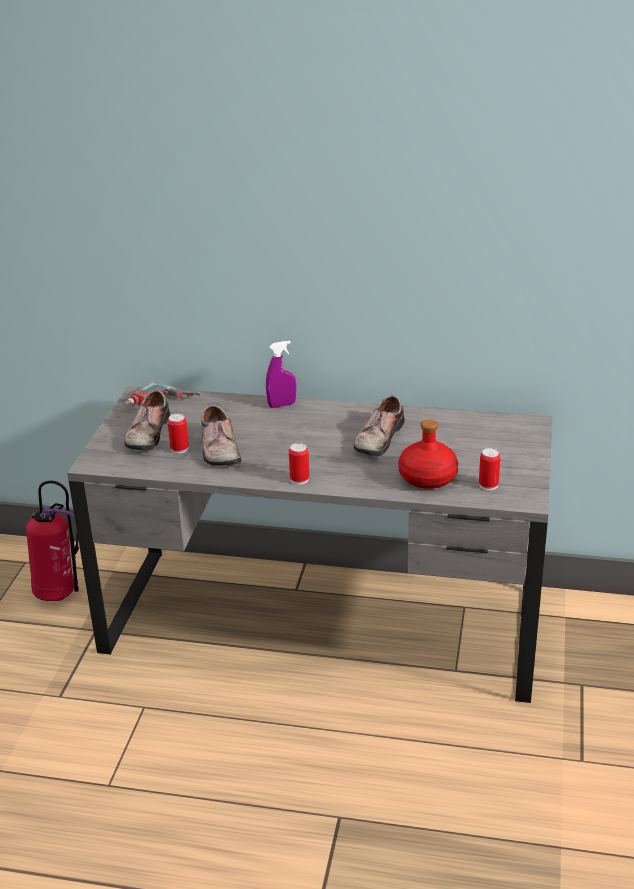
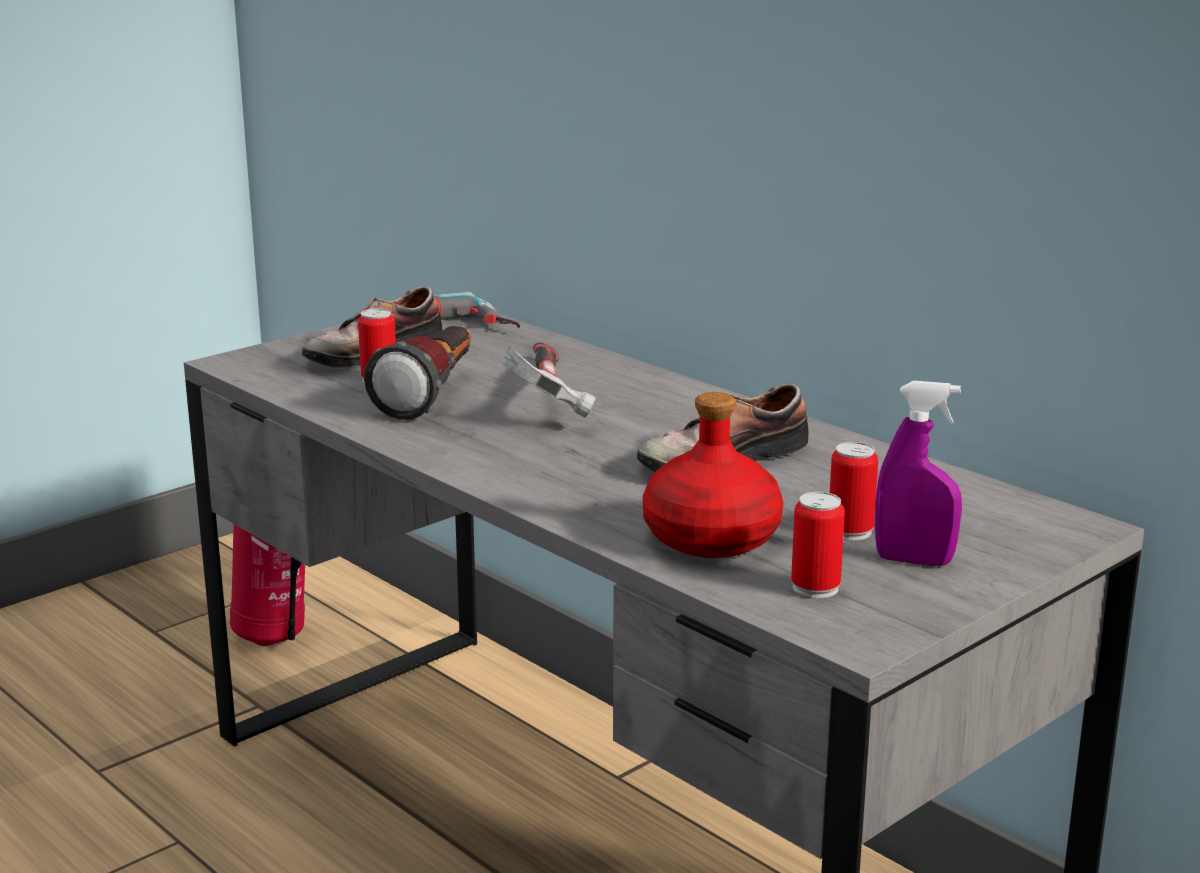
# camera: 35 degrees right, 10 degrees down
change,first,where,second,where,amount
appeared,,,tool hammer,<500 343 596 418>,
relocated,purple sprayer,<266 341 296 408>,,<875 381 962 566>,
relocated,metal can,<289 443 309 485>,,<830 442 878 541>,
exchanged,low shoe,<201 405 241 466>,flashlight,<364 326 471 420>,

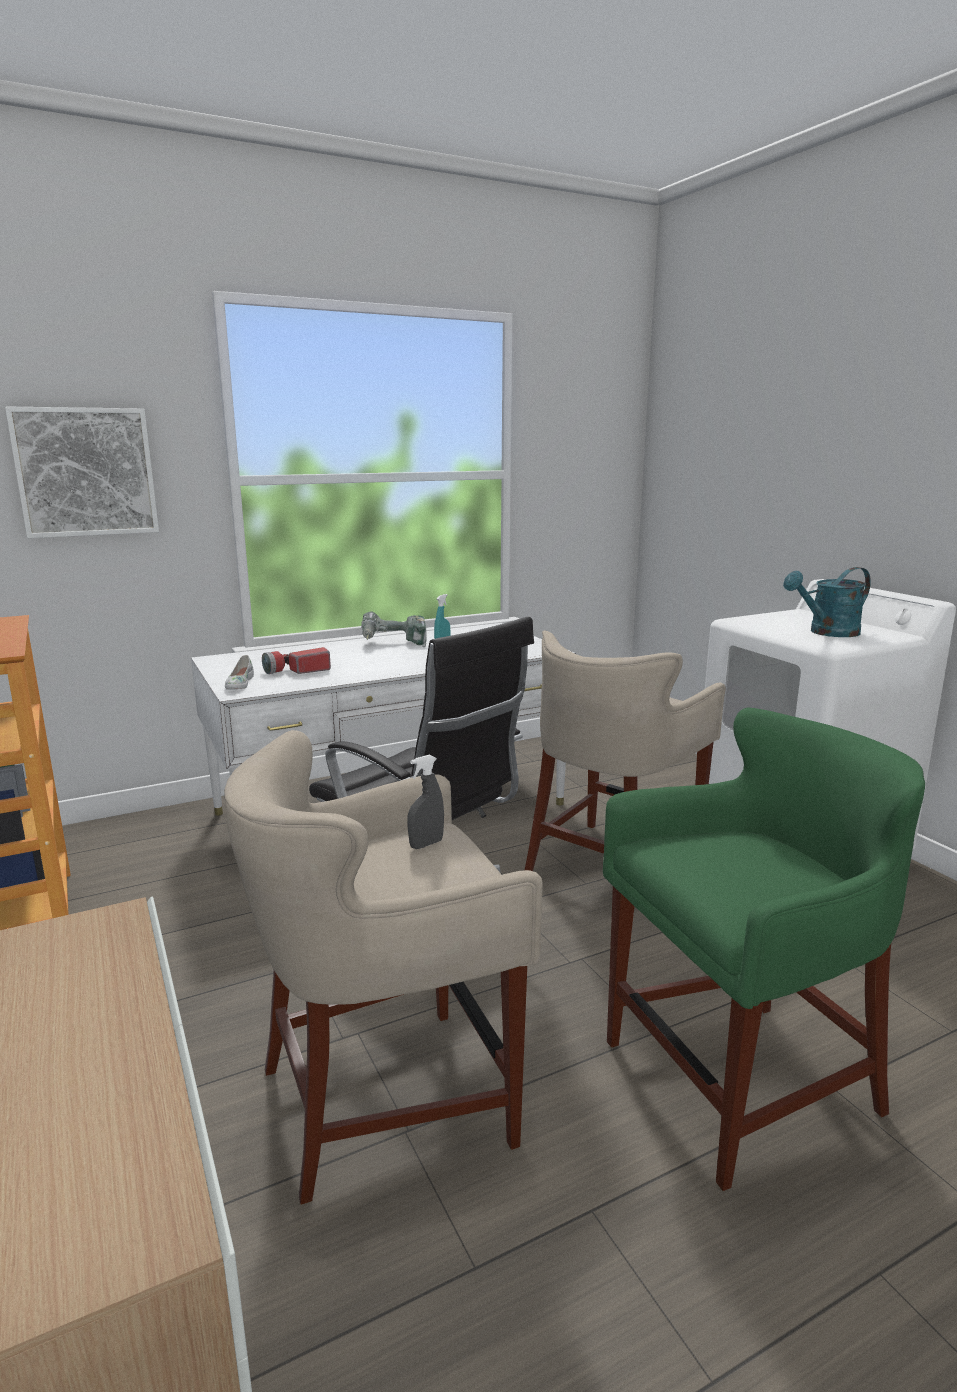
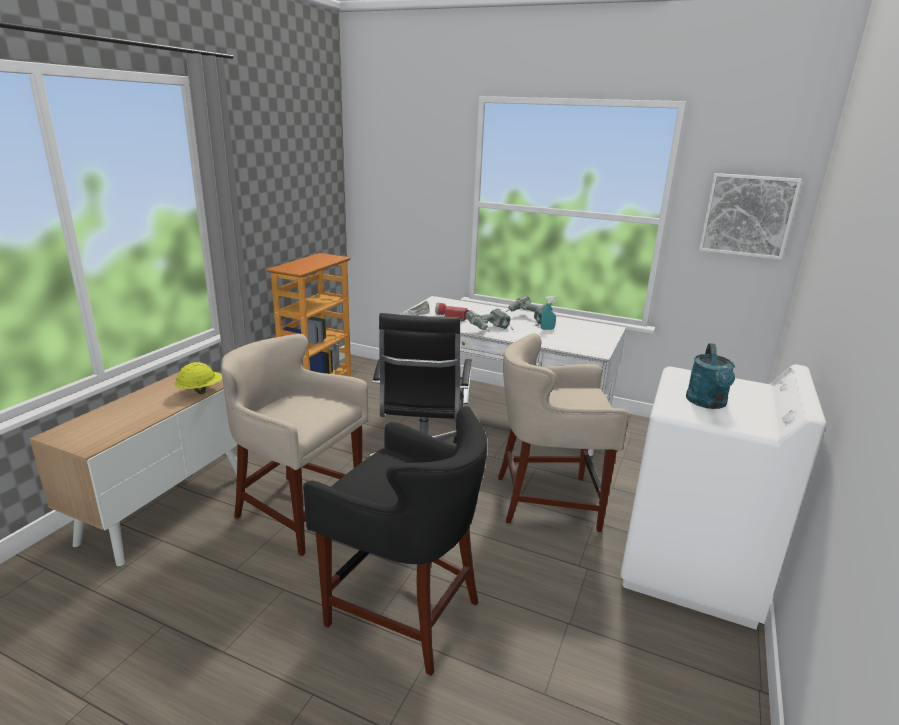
# camera: 50 degrees right, 5 degrees up
change,first,where,second,where,amount
missing,gray sprayer,<408 754 444 849>,,,
appeared,,,yellow hard hat,<175 362 222 394>,
appeared,,,drill,<465 309 514 332>,
relocated,wall picture,<5 406 159 538>,,<699 173 802 260>,
colour,greenish stool,<603 707 925 1191>,blackish stool,<303 406 487 676>,
spun,turquoise-coloured watering pot,<783 567 871 637>,,<686 343 735 409>,105 degrees counterclockwise

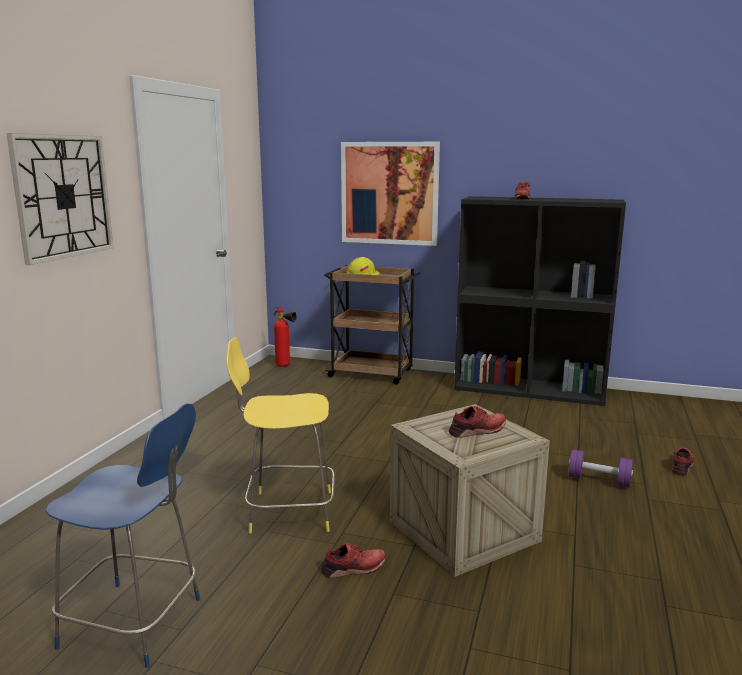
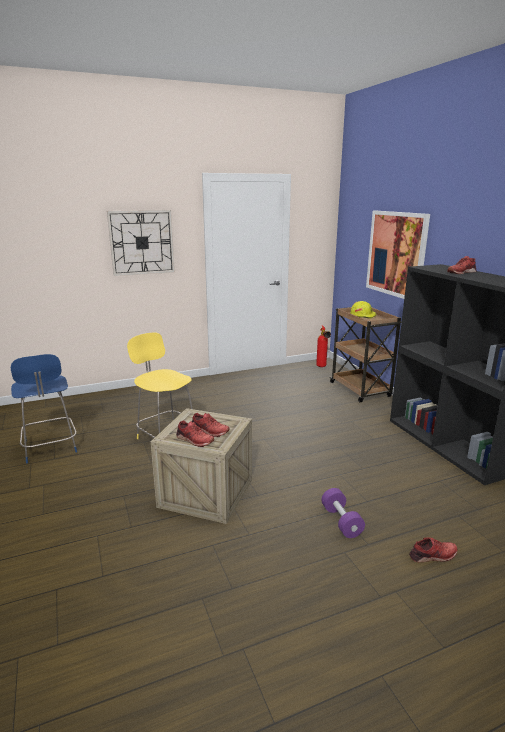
# camera: 50 degrees right, 5 degrees up
change,first,where,second,where,amount
relocated,reddish low shoe,<321 543 386 578>,,<176 420 214 447>,

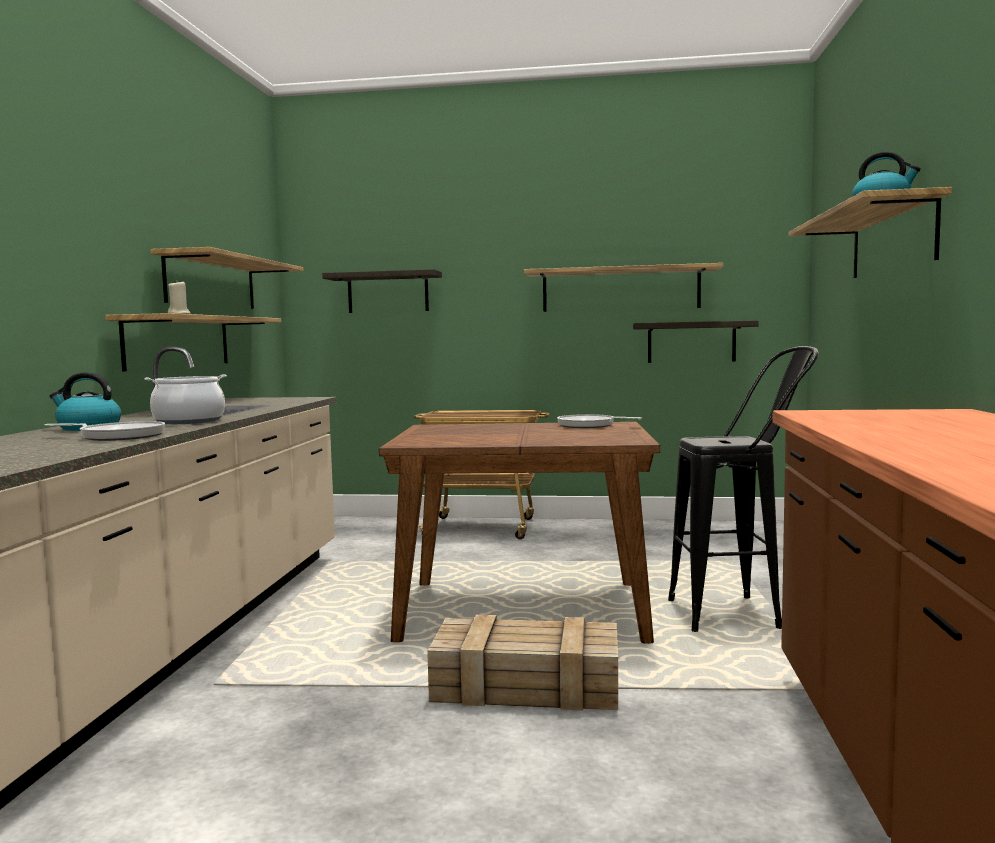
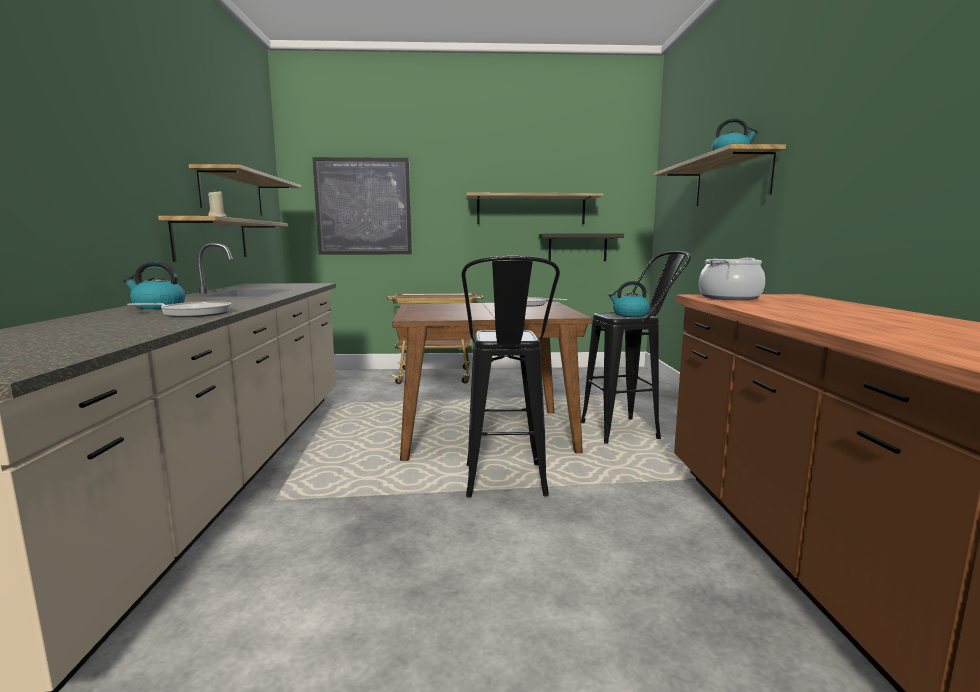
# camera: 10 degrees left, 5 degrees up
change,first,where,second,where,amount
appeared,,,kettle,<609 281 650 317>,
relocated,stockpot,<145 374 227 424>,,<699 258 765 300>,
exchanged,wall shelf,<322 269 442 313>,wall picture,<313 157 412 254>,
exchanged,crate,<427 615 618 711>,blackish stool,<462 256 560 498>,

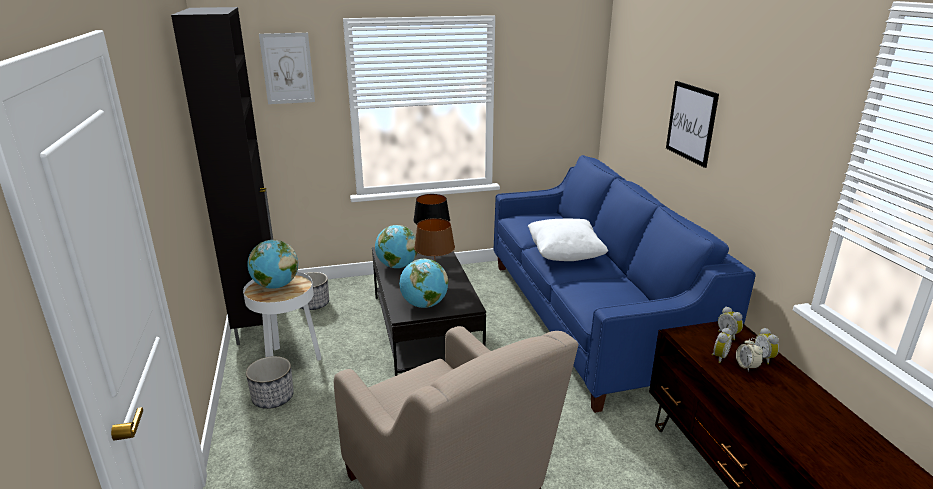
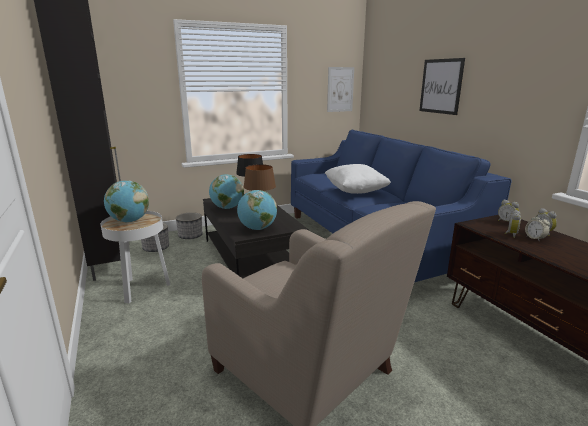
# camera: 10 degrees left, 5 degrees down
change,first,where,second,where,amount
relocated,plant pot,<246 356 294 409>,,<176 212 203 239>,
relocated,wall picture,<259 33 315 104>,,<327 67 354 112>,

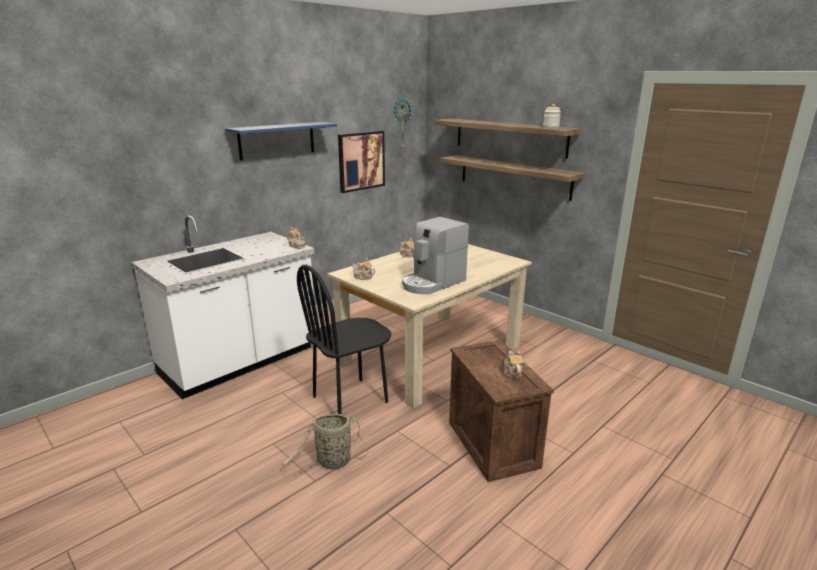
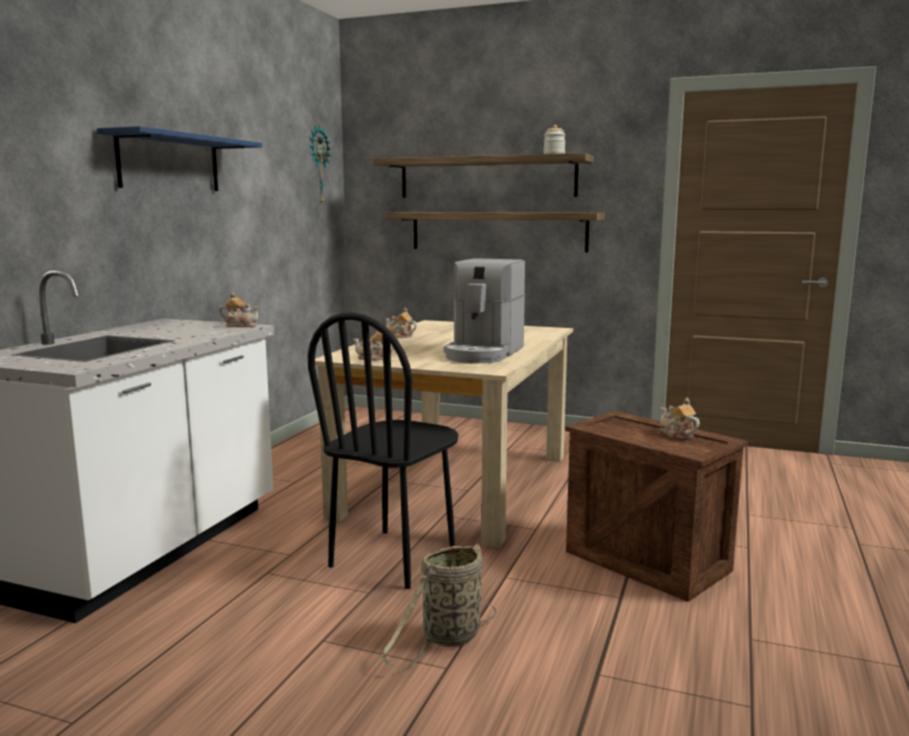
# camera: 25 degrees left, 10 degrees down
change,first,where,second,where,amount
missing,wall picture,<338 131 385 193>,,,

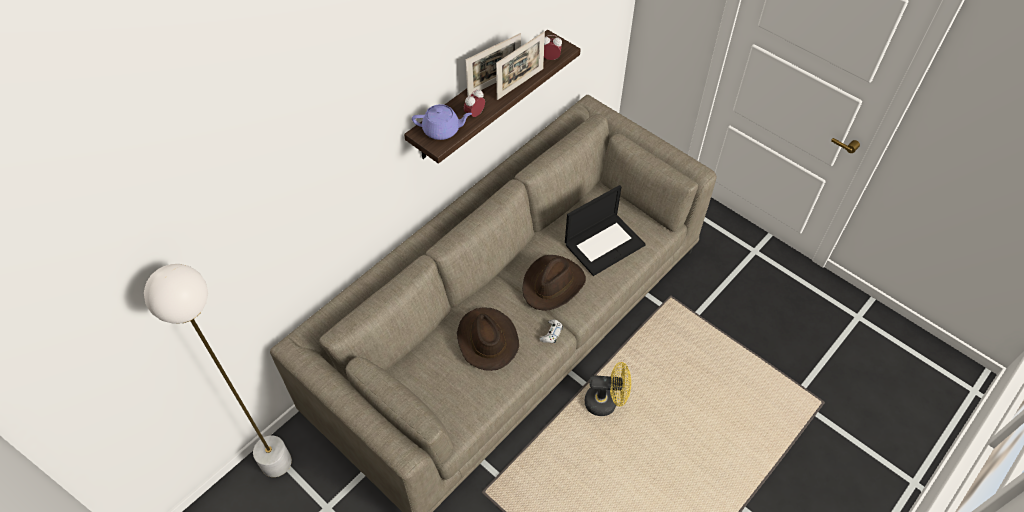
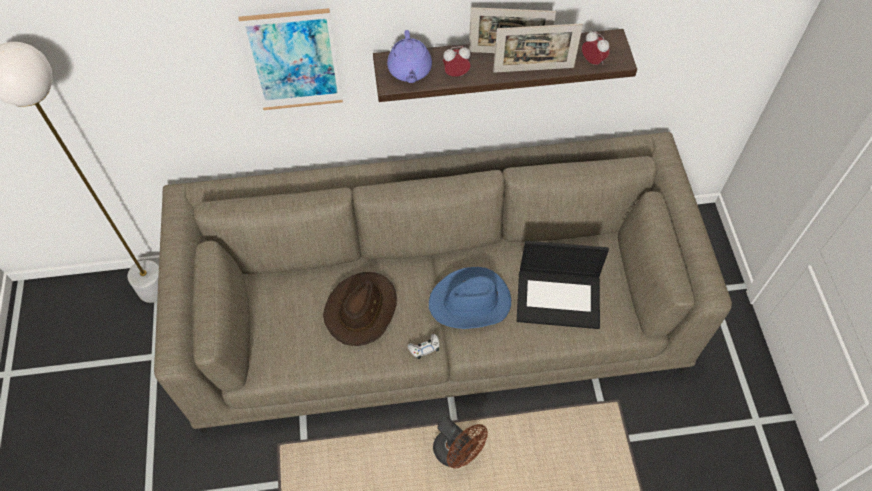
# camera: 40 degrees right, 5 degrees up
change,first,where,second,where,amount
appeared,,,wall picture,<239 8 343 110>,
colour,brown hat,<522 255 586 311>,blue hat,<429 267 511 329>,
colour,yellow electric fan,<585 362 631 416>,brown electric fan,<433 417 488 469>,
spun,purple pot for tea,<412 104 472 140>,,<387 30 432 83>,45 degrees clockwise

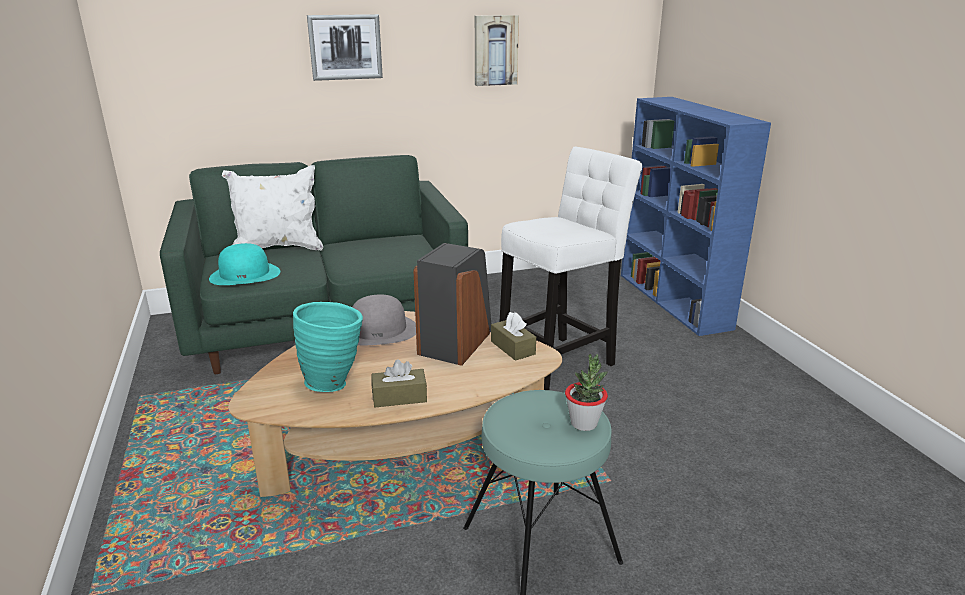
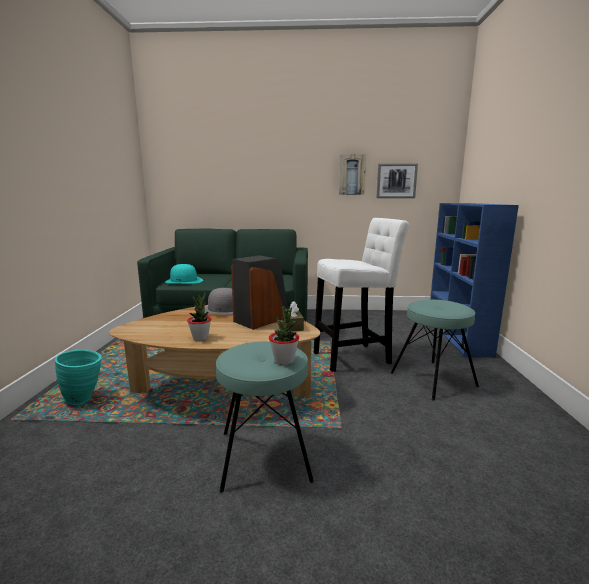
# camera: 20 degrees right, 10 degrees down
change,first,where,second,where,amount
missing,white-coloured throw pillow,<222 165 323 250>,,,
appeared,,,turquoise-coloured stool,<391 300 479 401>,
relocated,turquoise-coloured flower vase,<293 302 363 392>,,<55 350 102 405>,
relocated,wall picture,<307 14 383 81>,,<377 163 418 198>,
exchanged,brown box of tissues,<372 359 427 407>,potted plant,<187 293 211 341>,

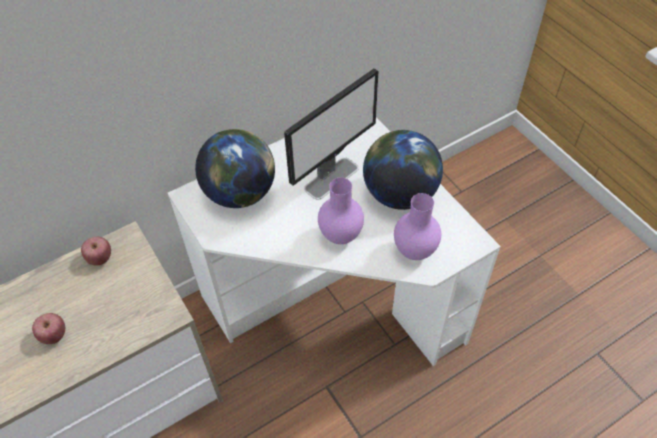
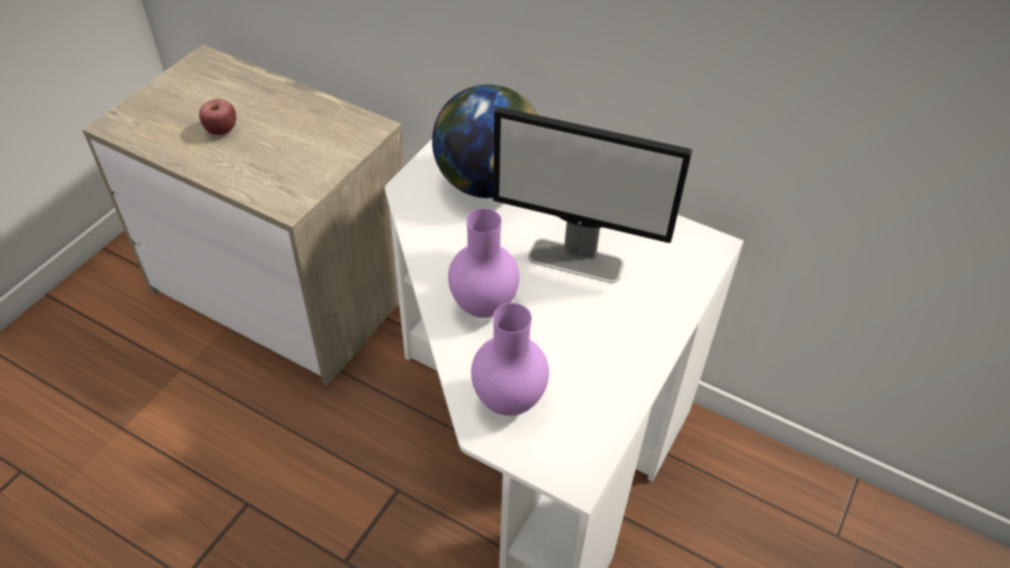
# camera: 60 degrees right, 5 degrees down
change,first,where,second,where,amount
missing,apple,<81 237 111 265>,,,
missing,world globe,<363 130 443 210>,,,

